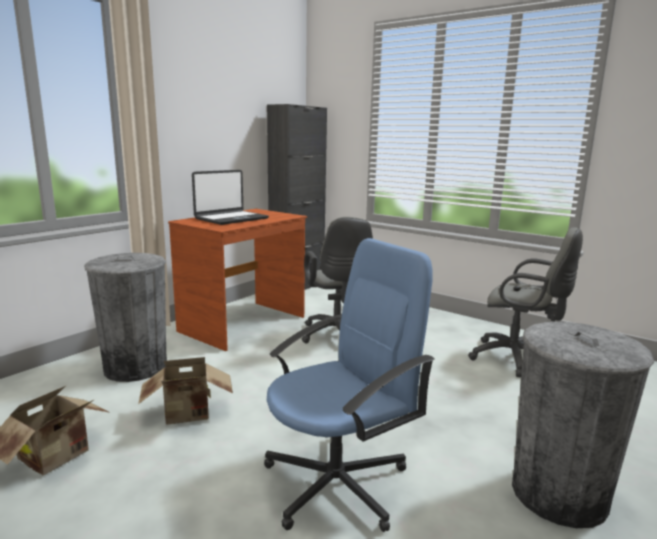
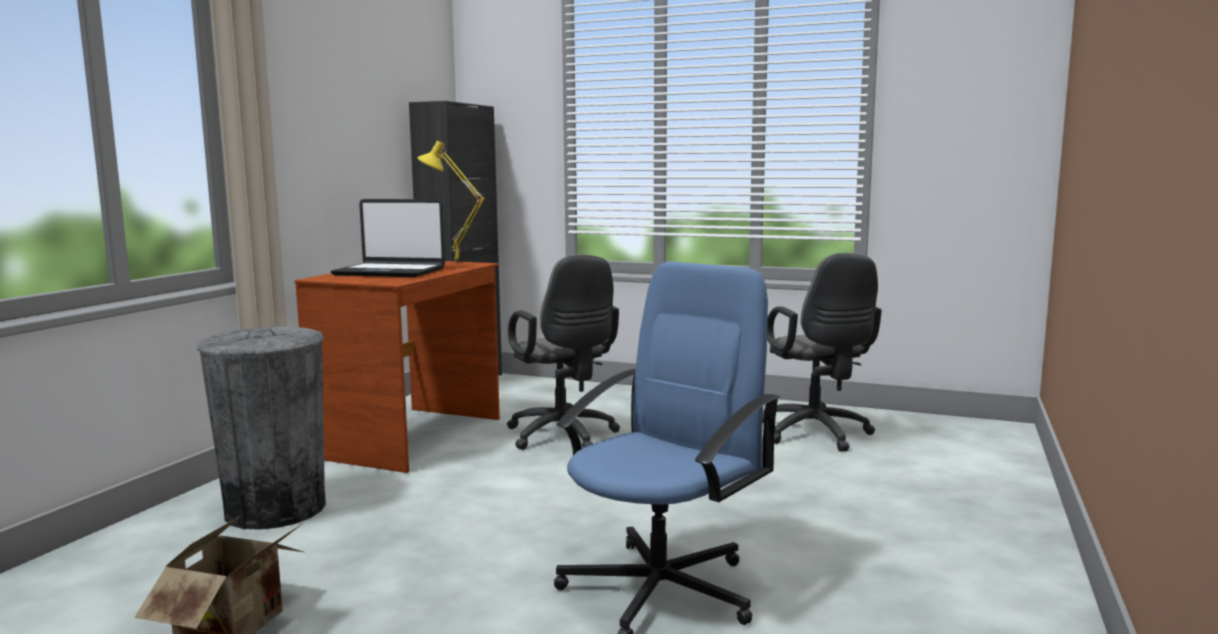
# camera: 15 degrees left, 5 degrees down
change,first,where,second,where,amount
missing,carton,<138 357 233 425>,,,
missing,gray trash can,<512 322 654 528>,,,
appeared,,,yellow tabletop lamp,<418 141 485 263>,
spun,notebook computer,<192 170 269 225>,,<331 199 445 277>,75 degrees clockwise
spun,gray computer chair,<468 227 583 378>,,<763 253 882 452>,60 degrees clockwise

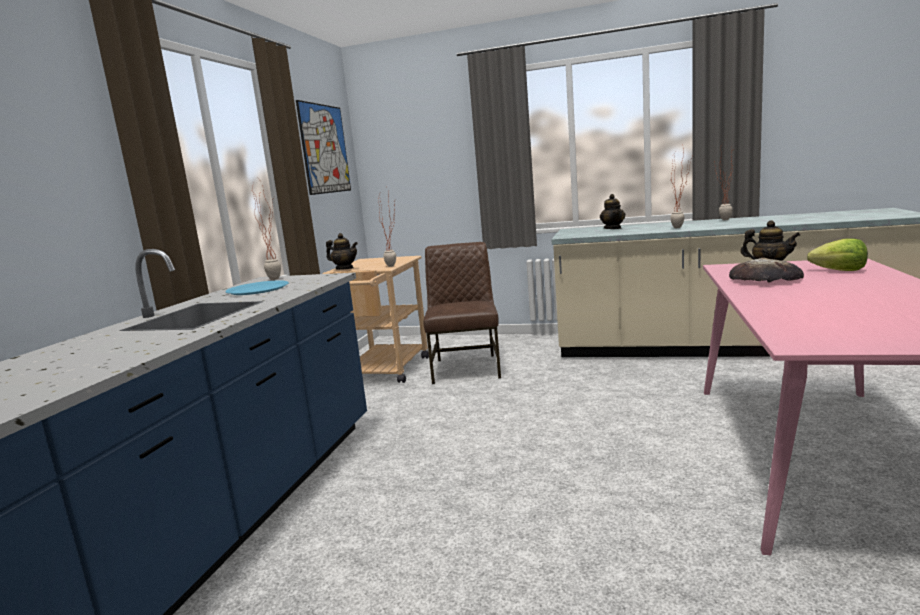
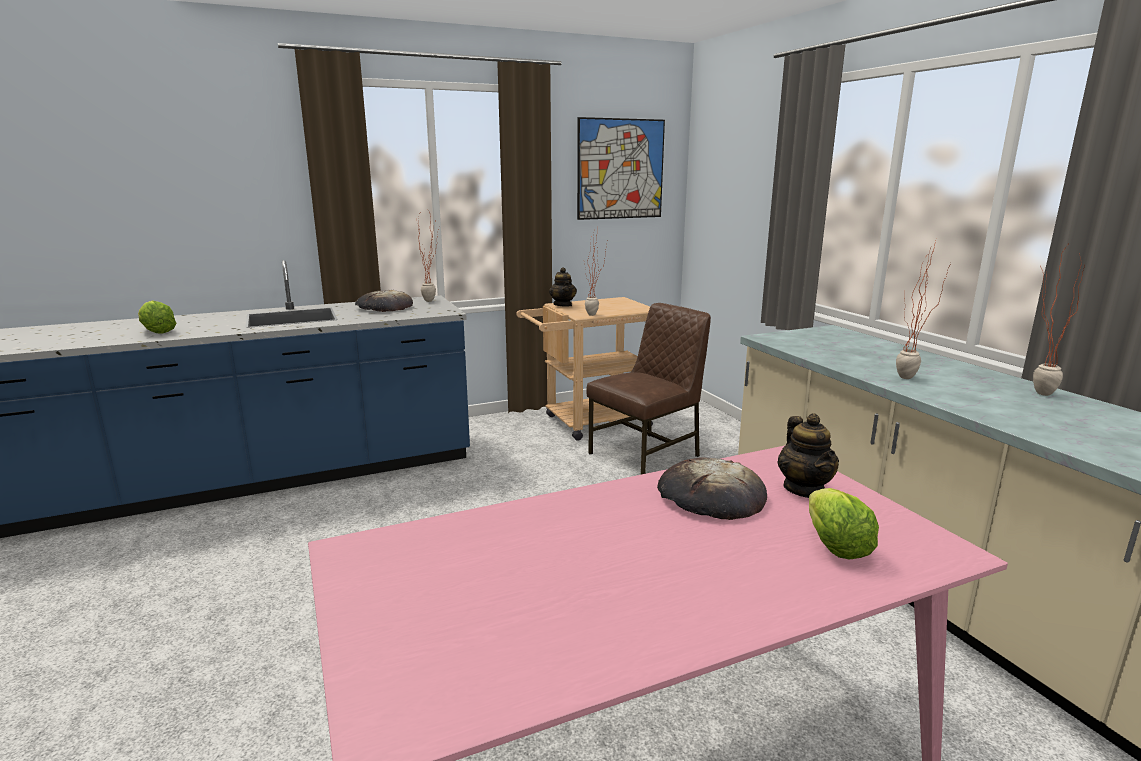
# camera: 50 degrees right, 5 degrees up
change,first,where,second,where,amount
missing,pot for tea,<600 194 625 229>,,,
appeared,,,head of lettuce,<138 300 176 334>,
exchanged,blue dinner plate,<225 280 289 295>,baked bread,<355 290 413 312>,

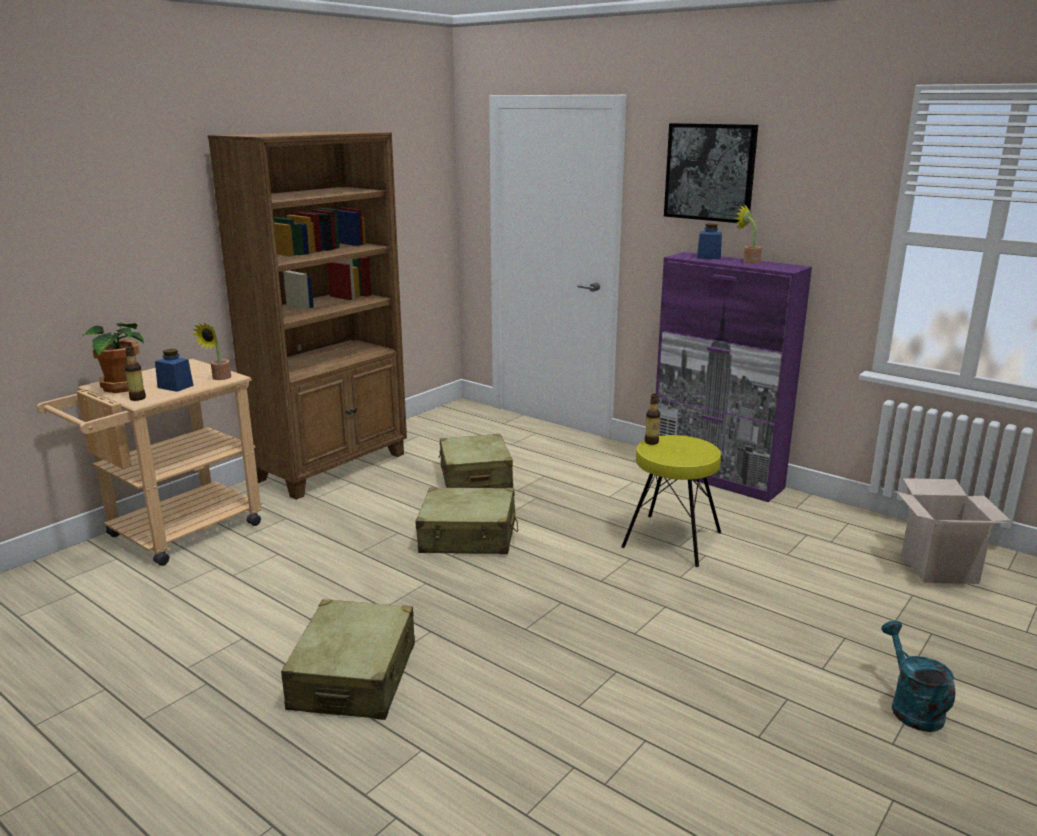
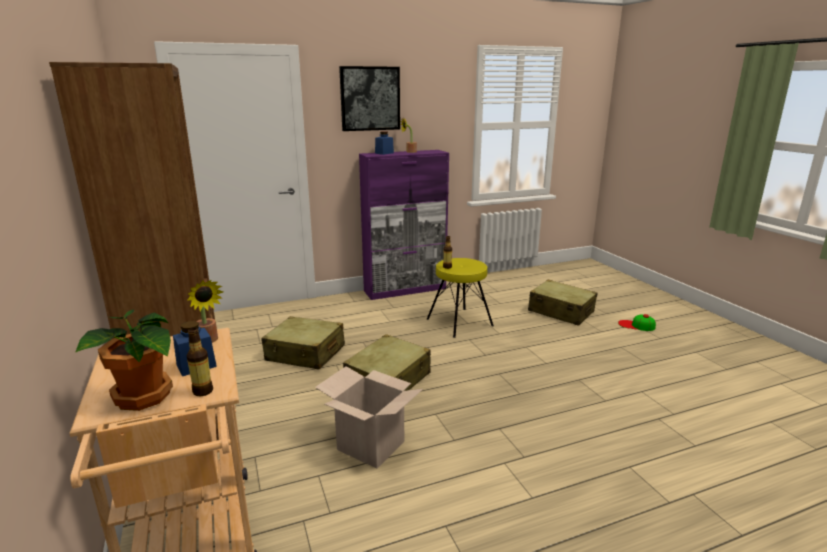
# camera: 60 degrees left, 0 degrees up
change,first,where,second,where,amount
relocated,beige travel case,<281 599 415 720>,,<528 279 597 326>,
relocated,carton,<897 478 1011 584>,,<315 366 423 468>,
exchanged,turquoise-coloured watering pot,<881 621 955 732>,peaked cap,<618 314 656 331>,

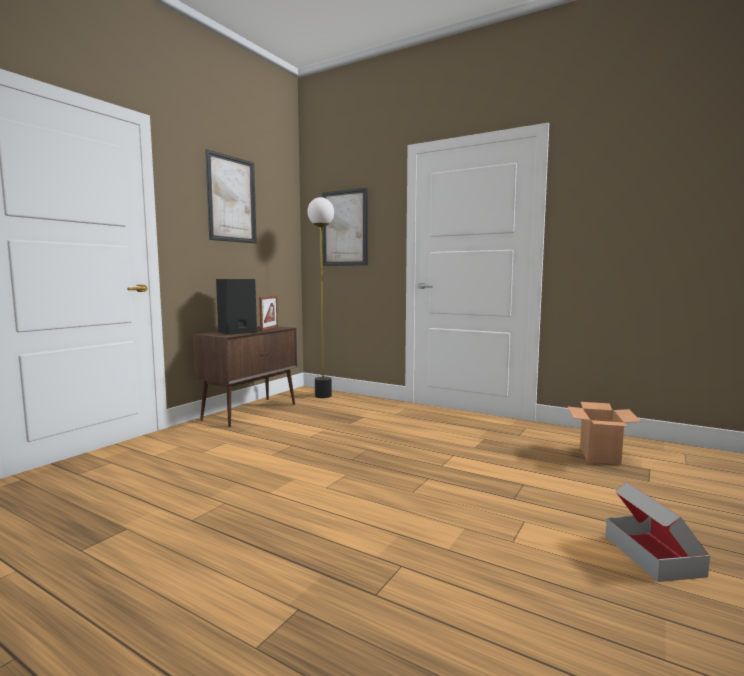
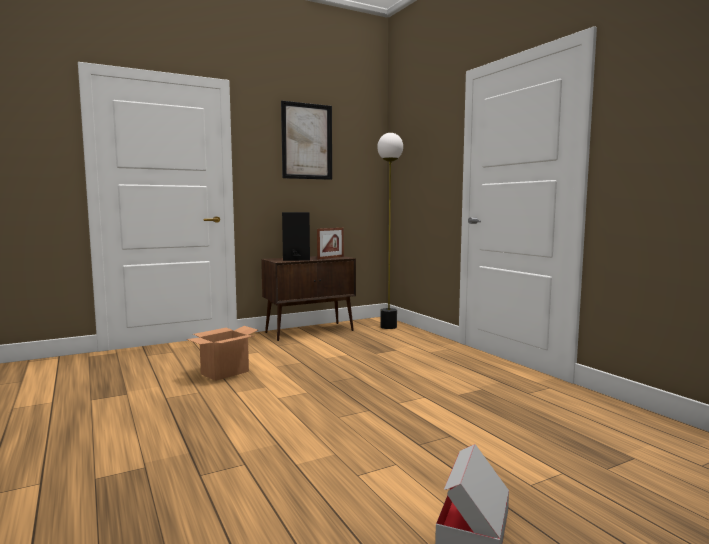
# camera: 30 degrees right, 0 degrees up
change,first,where,second,where,amount
missing,wall picture,<322 188 368 266>,,,
relocated,carton,<567 402 642 465>,,<187 326 258 381>,

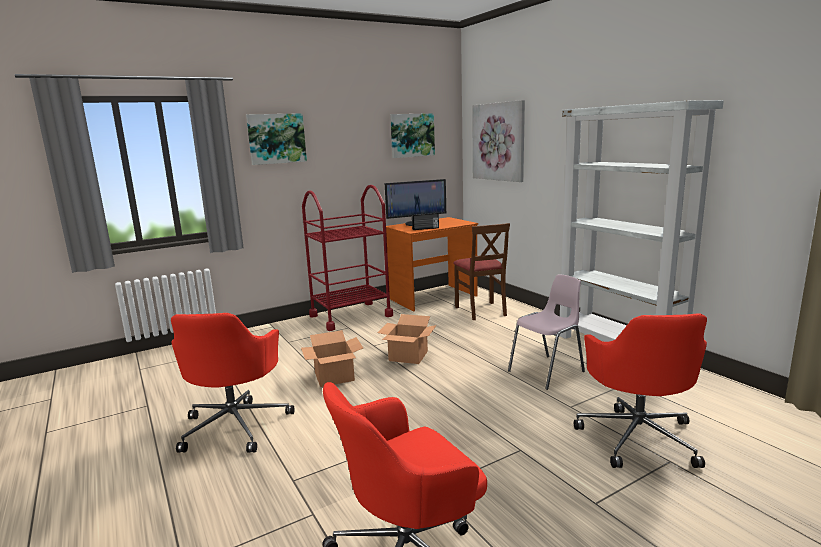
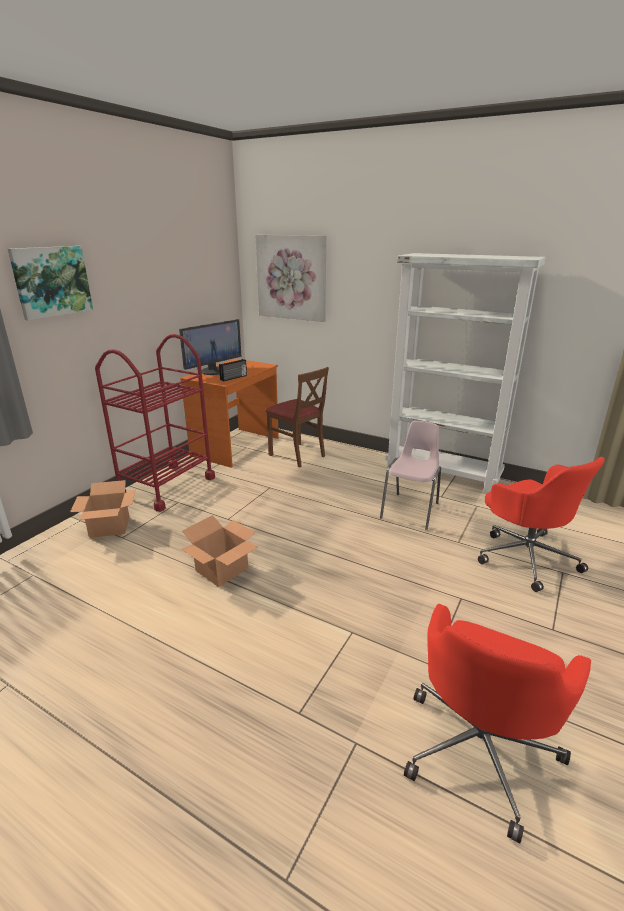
# camera: 30 degrees left, 10 degrees up
change,first,where,second,where,amount
missing,reddish computer chair,<171 313 294 453>,,,
missing,wall picture,<390 113 435 158>,,,
relocated,carton,<377 314 437 364>,,<70 480 136 538>,

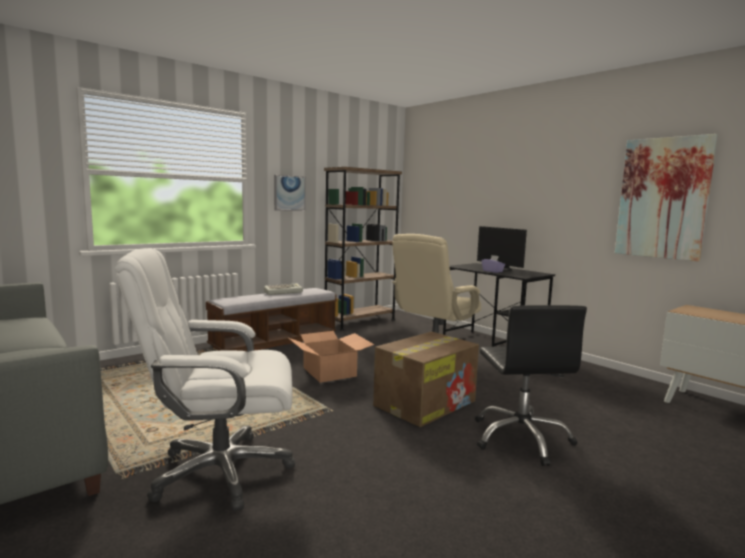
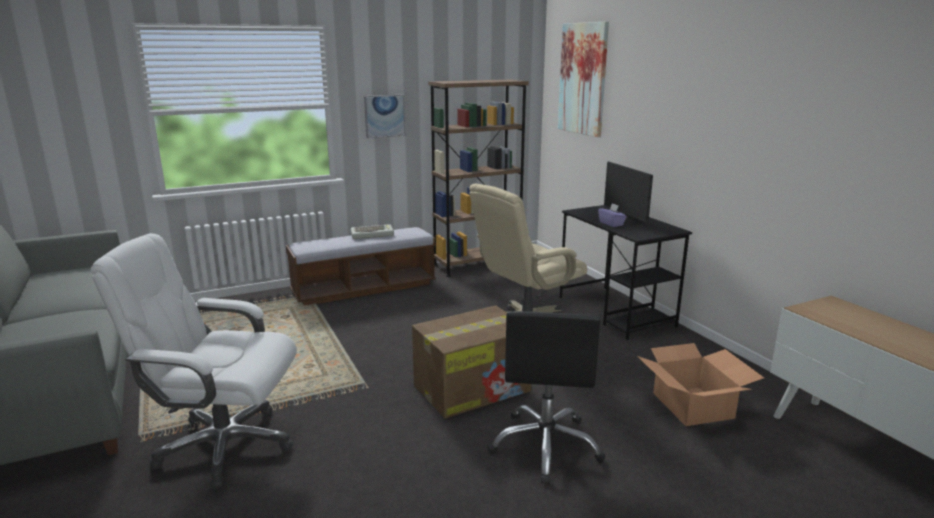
# camera: 15 degrees right, 10 degrees up
change,first,where,second,where,amount
relocated,carton,<287 331 374 383>,,<637 343 764 426>,
relocated,wall picture,<615 134 718 261>,,<558 21 609 137>,

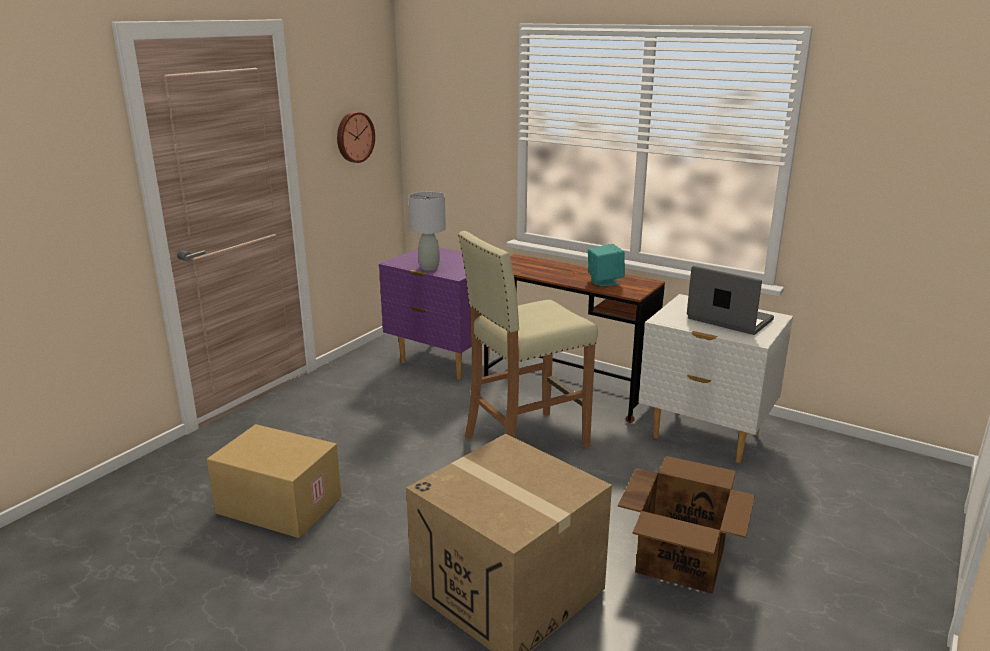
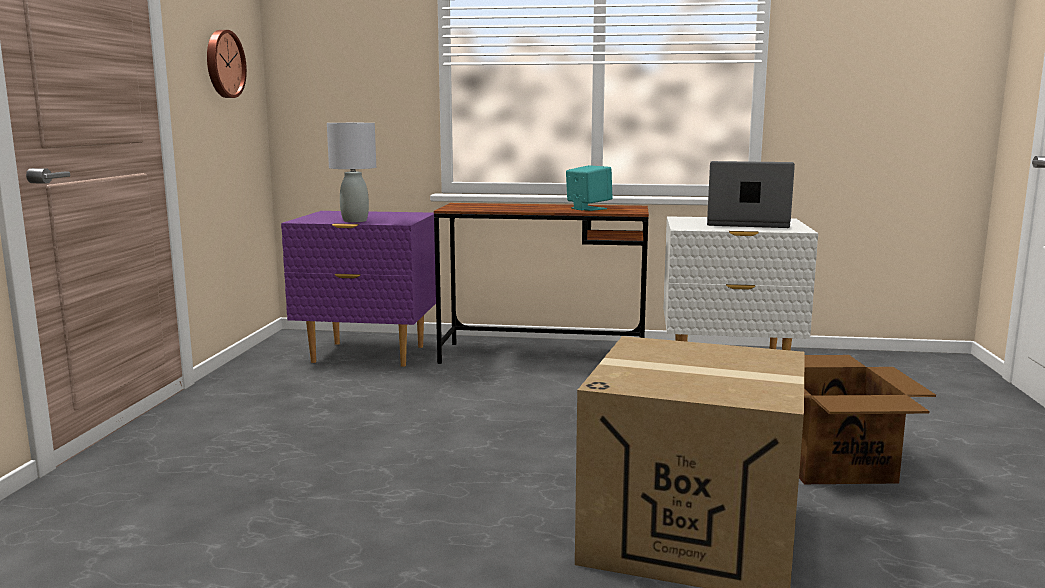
# camera: 25 degrees left, 10 degrees down
change,first,where,second,where,amount
missing,carton,<207 424 342 538>,,,
missing,beige stool,<458 231 598 448>,,,

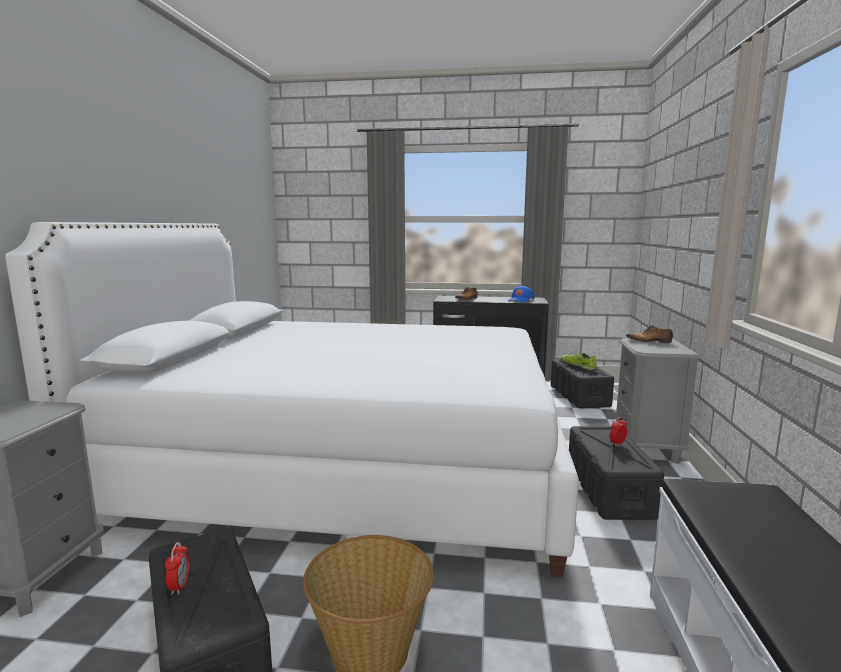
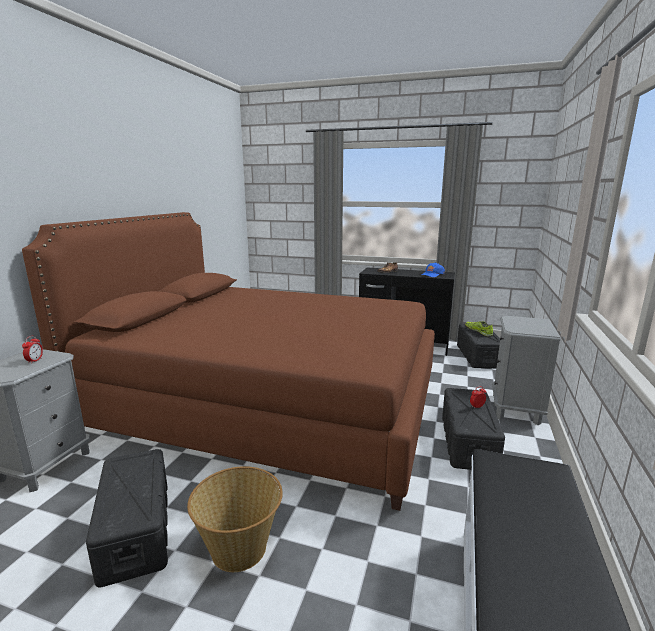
# camera: 10 degrees right, 5 degrees up
change,first,where,second,where,amount
missing,low shoe,<626 325 673 343>,,,
relocated,alarm clock,<165 542 189 595>,,<22 336 43 364>,
colour,white-coloured bed,<5 222 579 577>,brown bed,<22 212 435 511>,

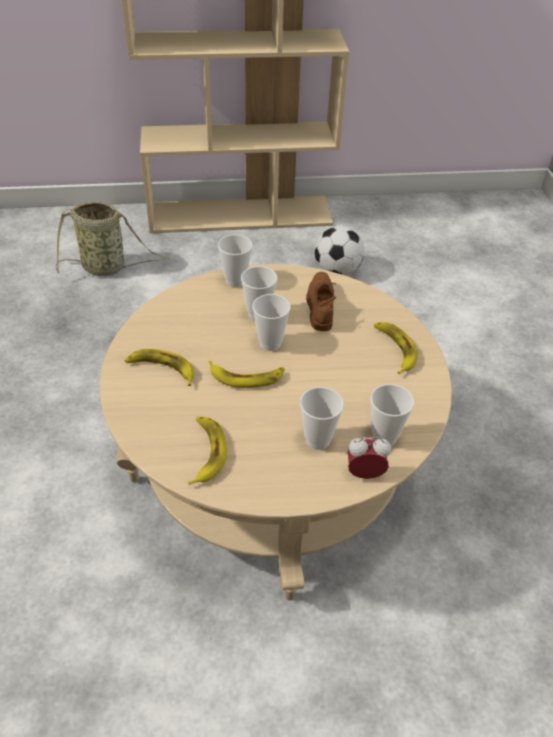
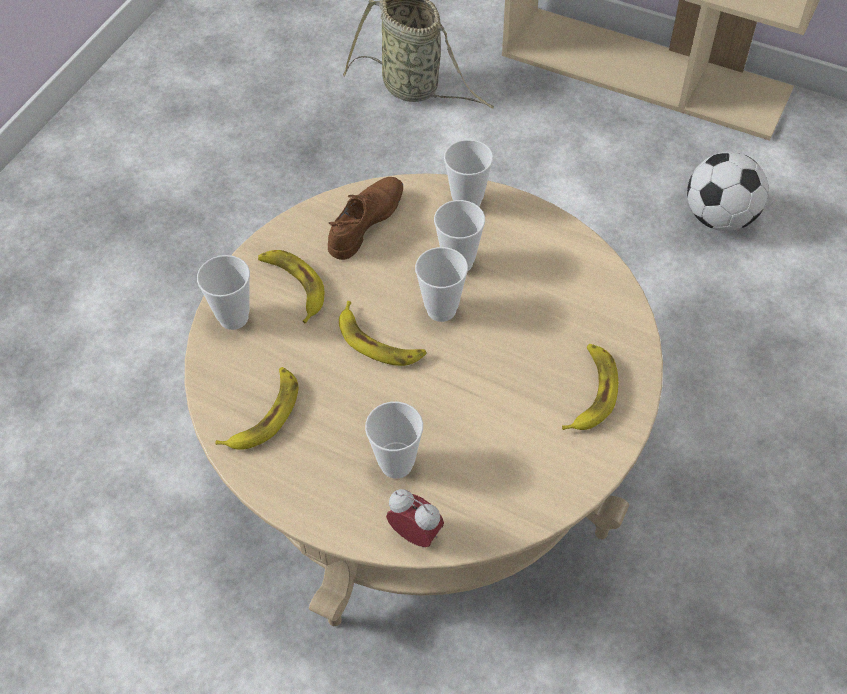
# camera: 35 degrees right, 10 degrees up
change,first,where,second,where,amount
relocated,brown low shoe,<306 272 337 331>,,<328 177 403 260>,
relocated,small cup,<371 384 414 446>,,<197 255 250 330>,

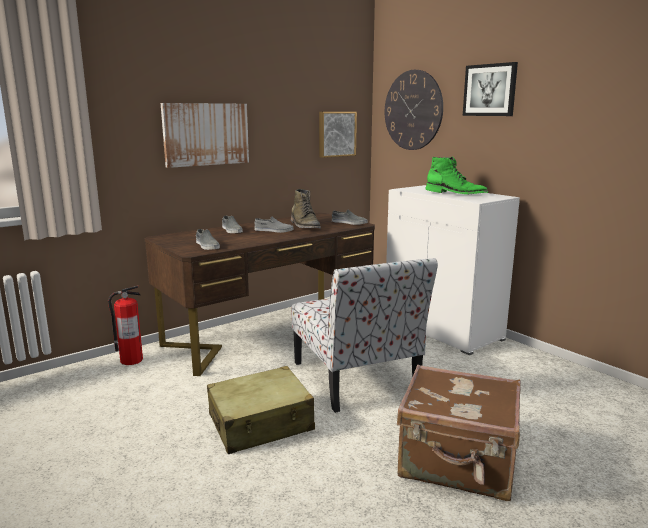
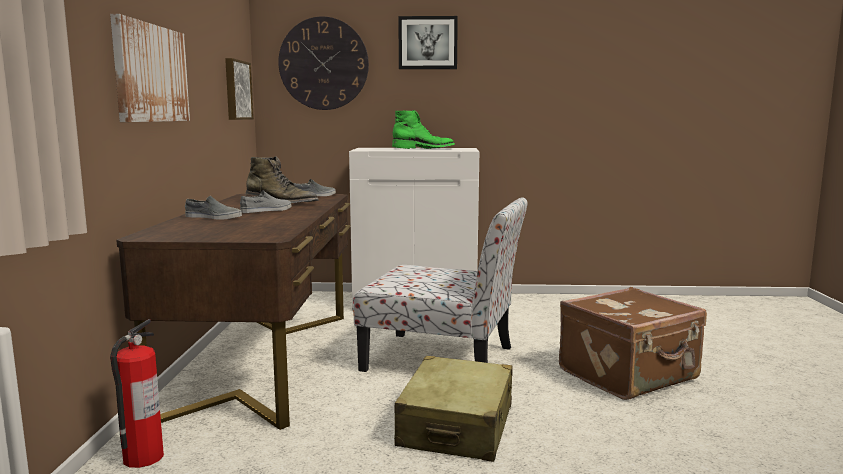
# camera: 50 degrees left, 5 degrees down
change,first,where,second,where,amount
missing,gray low shoe,<196 229 220 250>,,,

